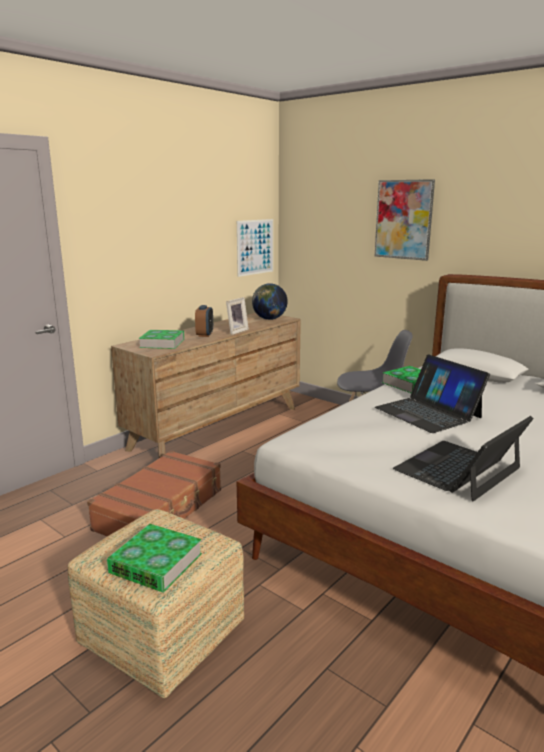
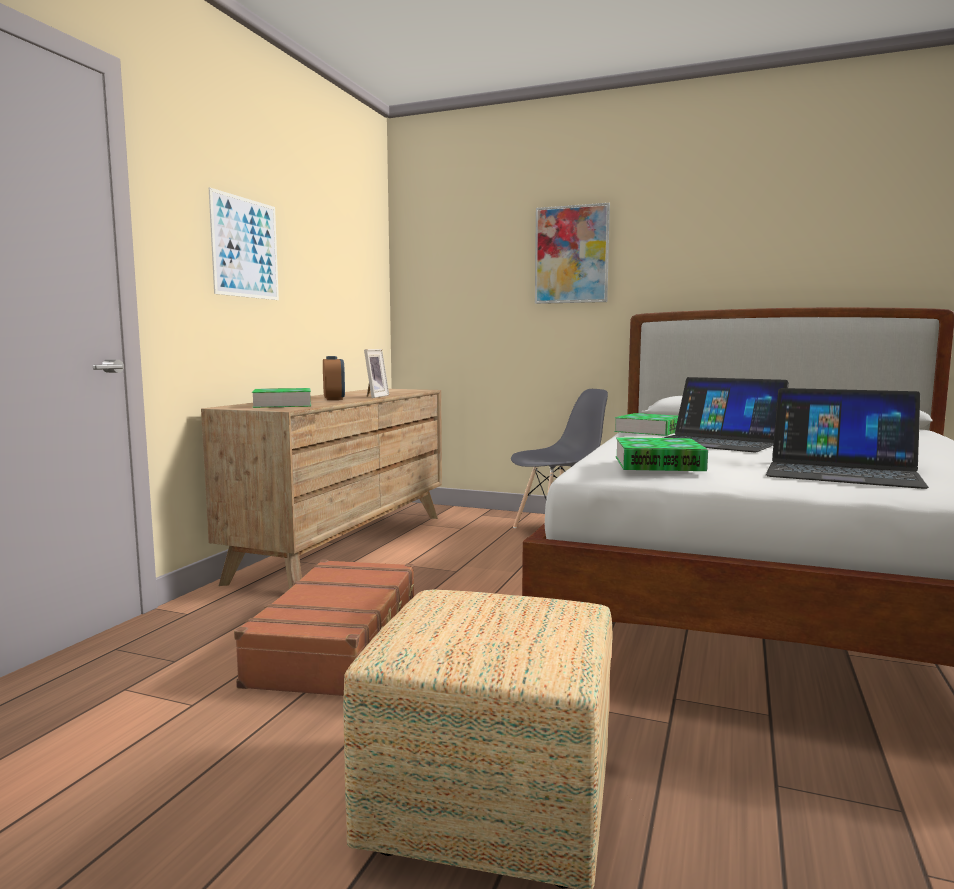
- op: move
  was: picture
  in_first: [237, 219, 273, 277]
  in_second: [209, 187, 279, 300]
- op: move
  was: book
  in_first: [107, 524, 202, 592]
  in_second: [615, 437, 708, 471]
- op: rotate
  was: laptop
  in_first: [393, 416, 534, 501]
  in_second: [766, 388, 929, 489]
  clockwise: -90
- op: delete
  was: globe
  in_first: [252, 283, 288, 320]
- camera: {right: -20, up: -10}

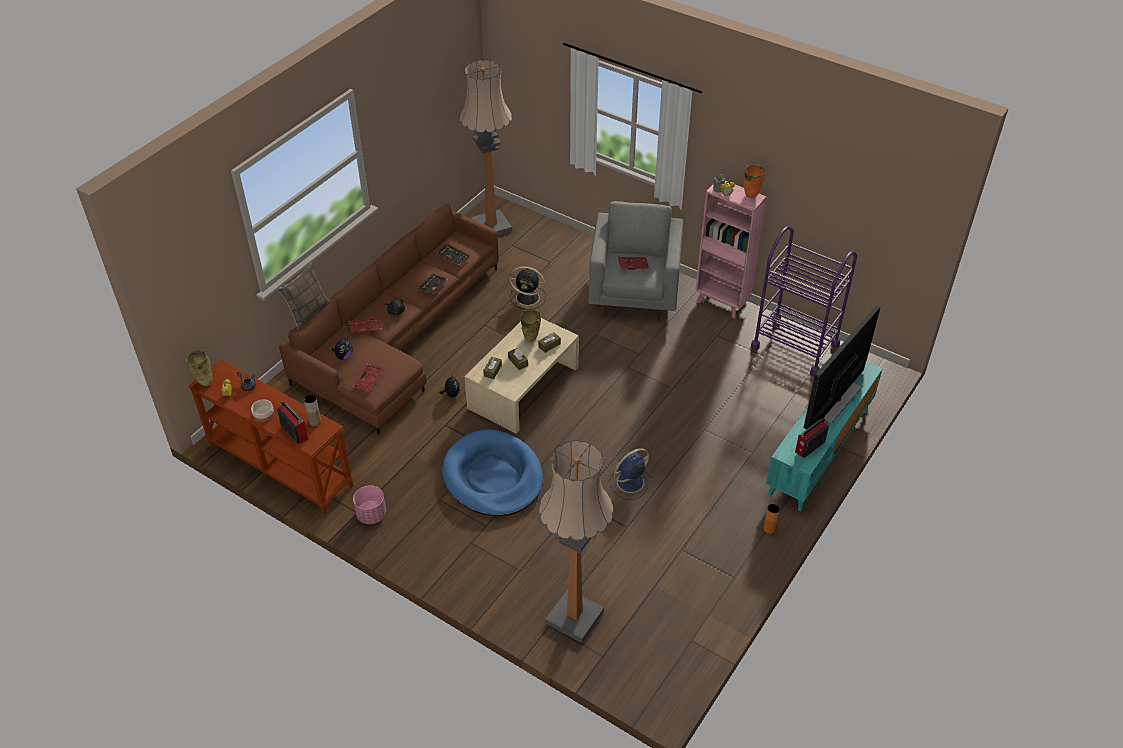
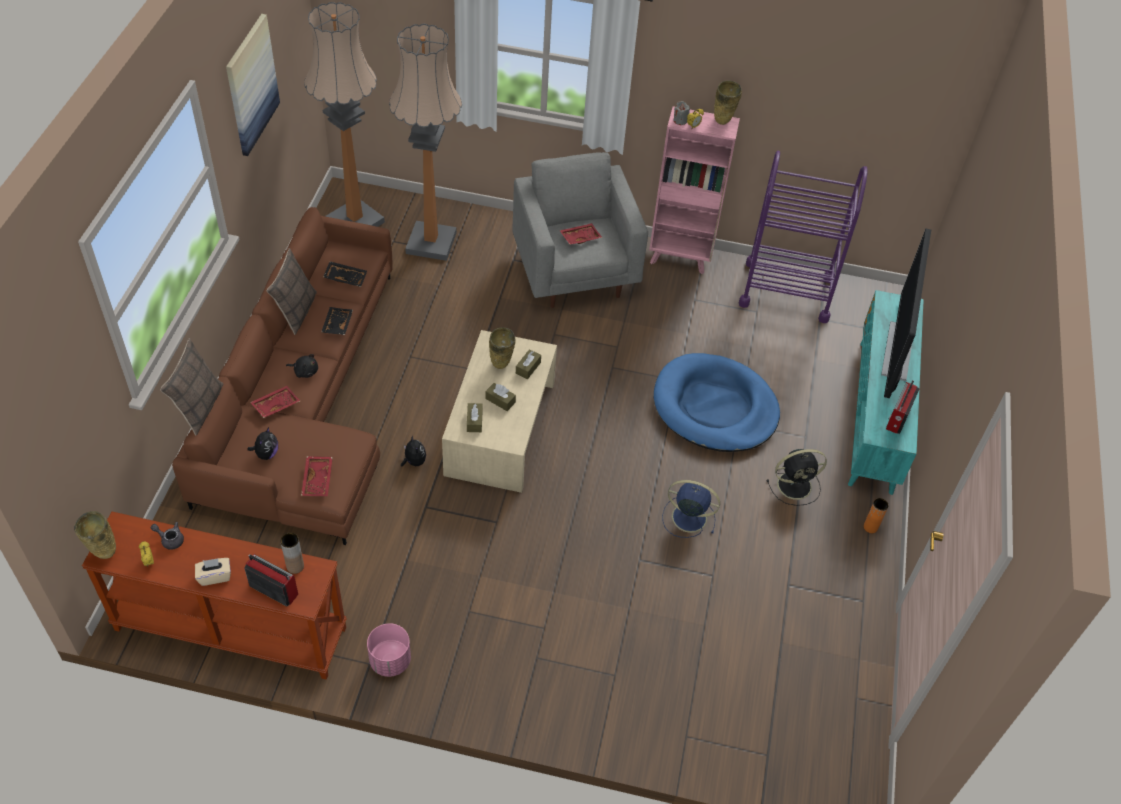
- op: replace
  was: bowl
  now: tissue box in beige
  in_first: [251, 400, 274, 422]
  in_second: [195, 558, 231, 586]
- op: insert
  now: picture
  in_second: [226, 14, 280, 156]
- op: insert
  now: pillow
  in_second: [267, 248, 317, 335]
- op: move
  was: floor lamp
  in_first: [539, 440, 614, 643]
  in_second: [389, 24, 462, 261]
- op: move
  was: dog bed in blue
  in_first: [442, 429, 543, 516]
  in_second: [654, 353, 780, 452]
- op: rotate
  was: fan in blue
  in_first: [609, 448, 652, 500]
  in_second: [662, 480, 720, 538]
  clockwise: 75
- op: recolor
  was: vase in orange
  now: vase in beige
  in_first: [744, 164, 765, 198]
  in_second: [714, 81, 742, 125]
- op: move
  was: fan in black
  in_first: [510, 266, 546, 310]
  in_second: [766, 449, 827, 506]
- camera: {right: -25, up: 5}

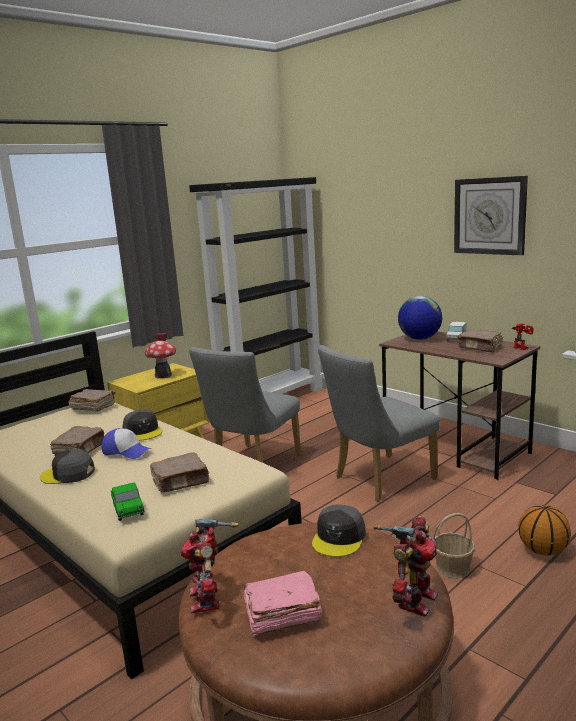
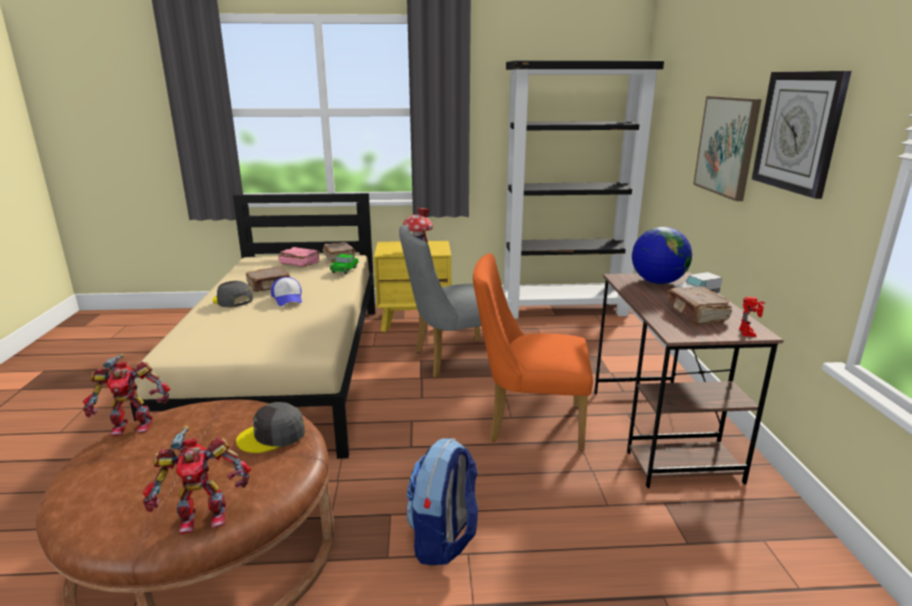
- op: rotate
  was: toy robot
  in_first: [181, 519, 239, 613]
  in_second: [83, 353, 170, 436]
  clockwise: -135
- op: move
  was: book in pink
  in_first: [243, 571, 322, 636]
  in_second: [278, 247, 320, 267]
- op: move
  was: toy car
  in_first: [111, 483, 144, 521]
  in_second: [330, 254, 359, 274]
- op: replace
  was: basket
  now: backpack
  in_first: [433, 513, 475, 578]
  in_second: [406, 438, 478, 565]
- op: recolor
  was: chair in grey
  now: chair in orange
  in_first: [318, 345, 440, 501]
  in_second: [473, 253, 593, 451]
- op: insert
  now: picture
  in_second: [693, 96, 762, 201]
- op: delete
  was: cap in grey
  in_first: [122, 409, 162, 441]
- op: delete
  was: book in brown
  in_first: [150, 452, 209, 493]
- op: delete
  was: basketball
  in_first: [518, 505, 571, 556]
- camera: {right: 40, up: 5}

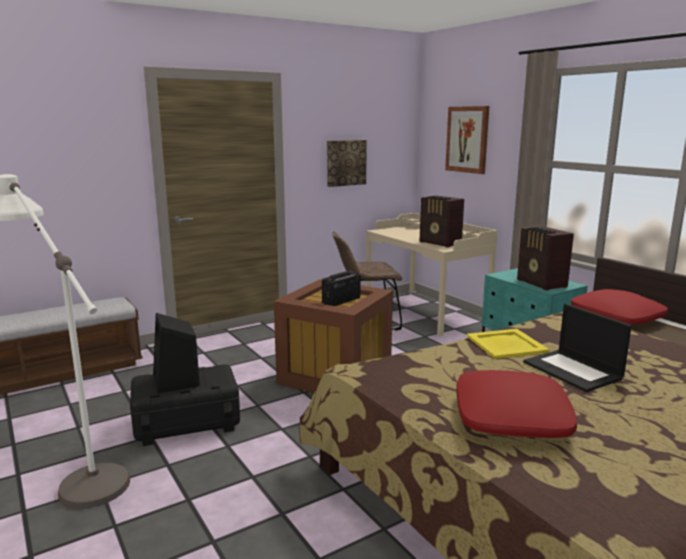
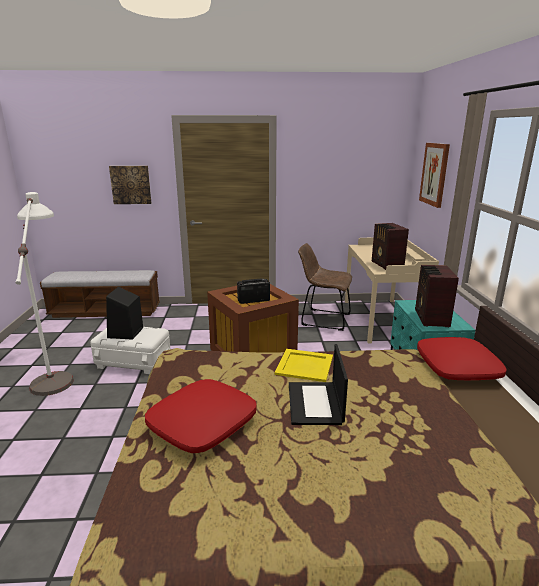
- op: recolor
  was: storage box in black
  now: storage box in white
  in_first: [130, 364, 240, 446]
  in_second: [90, 327, 170, 374]
- op: move
  was: picture
  in_first: [327, 140, 367, 187]
  in_second: [109, 166, 151, 204]
- camera: {right: 30, up: 5}

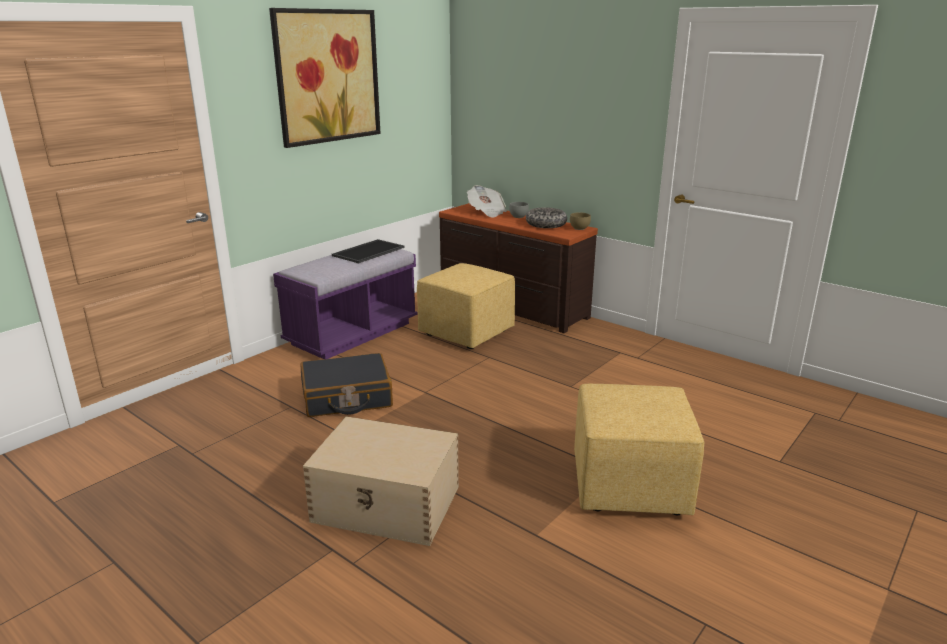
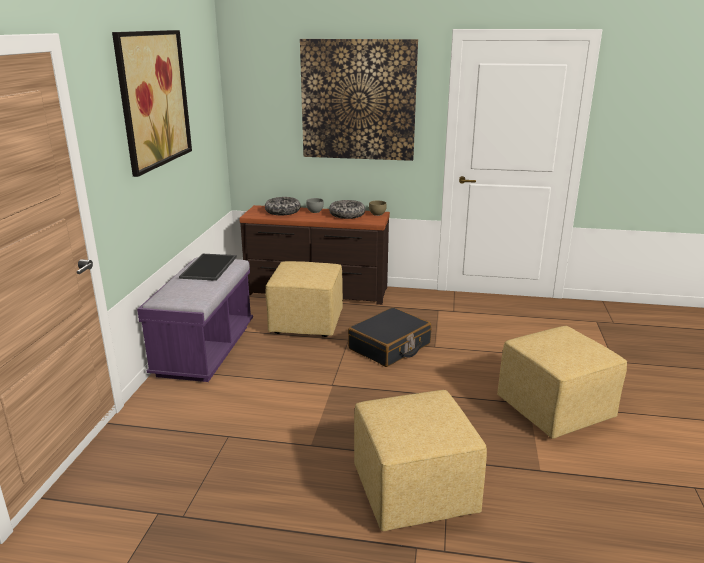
- op: replace
  was: newspaper
  now: bowl
  in_first: [467, 185, 507, 218]
  in_second: [265, 197, 301, 215]
- op: insert
  now: picture
  in_second: [300, 39, 418, 161]
- op: move
  was: suitcase in black
  in_first: [301, 353, 393, 417]
  in_second: [348, 307, 431, 367]
- op: replace
  was: storage box in beige
  now: ottoman in yellow
  in_first: [303, 416, 459, 546]
  in_second: [354, 390, 487, 531]
- camera: {right: -30, up: 0}

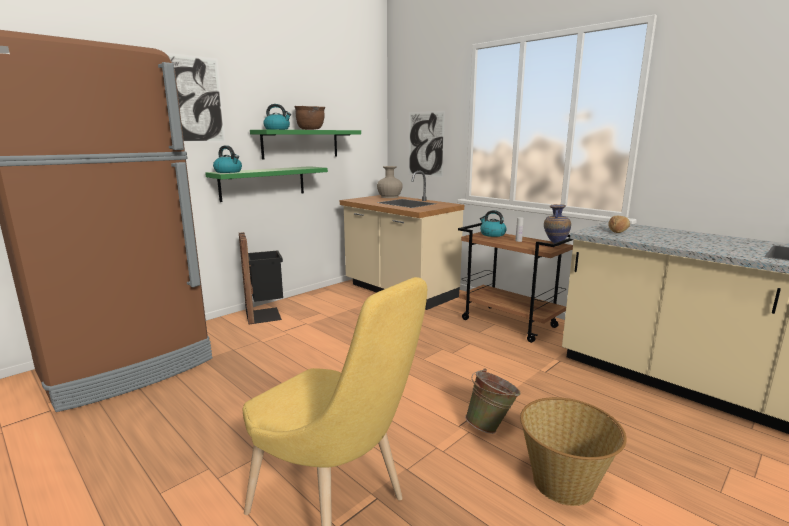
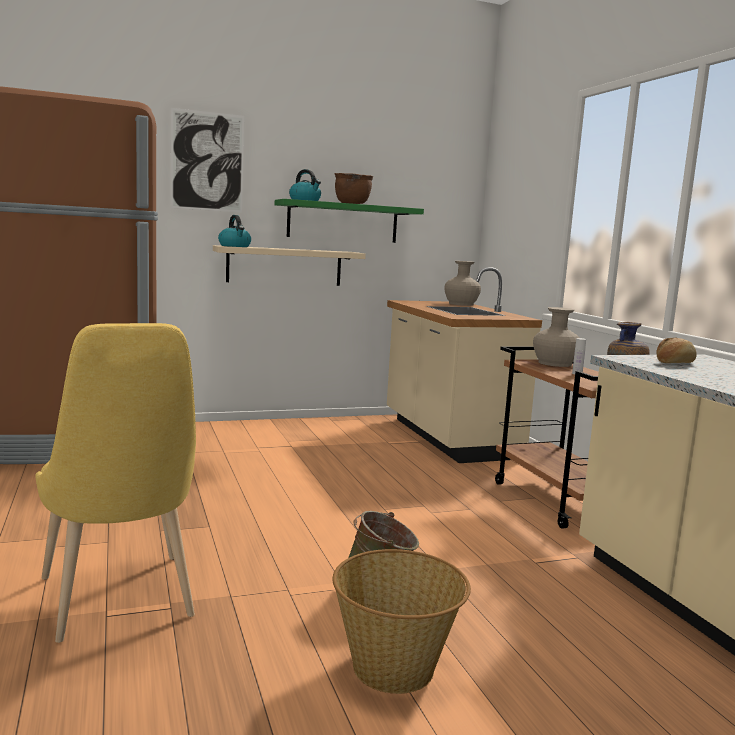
- op: recolor
  was: shelf in green
  now: shelf in beige
  in_first: [205, 166, 328, 202]
  in_second: [213, 245, 366, 286]
- op: replace
  was: kettle
  now: vase in beige
  in_first: [480, 210, 507, 237]
  in_second: [533, 307, 579, 367]
- op: delete
  was: trash can in black
  in_first: [239, 232, 283, 324]
- op: delete
  was: picture
  in_first: [408, 111, 445, 177]
- camera: {right: 25, up: -5}

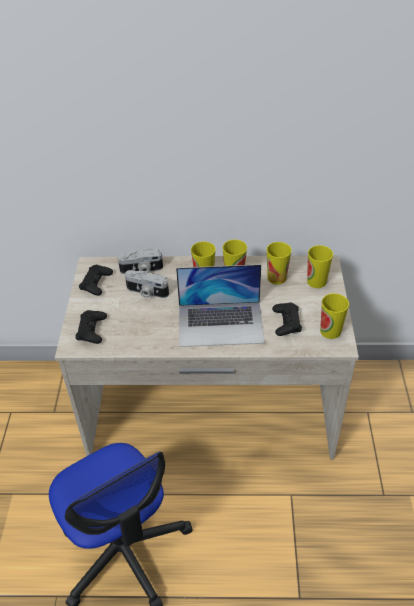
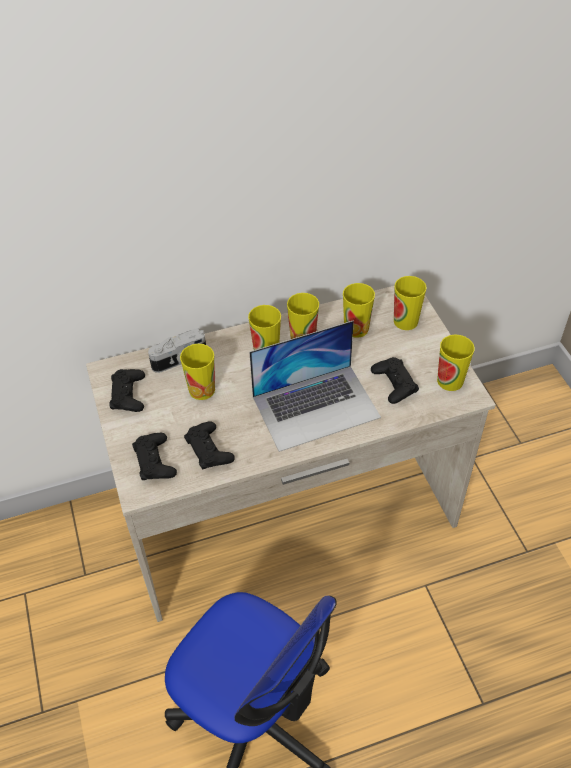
- op: replace
  was: photo camera
  now: cup
  in_first: [125, 270, 169, 298]
  in_second: [180, 344, 215, 400]
- op: insert
  now: game controller in black
  in_second: [184, 421, 235, 470]
- camera: {right: -20, up: 5}

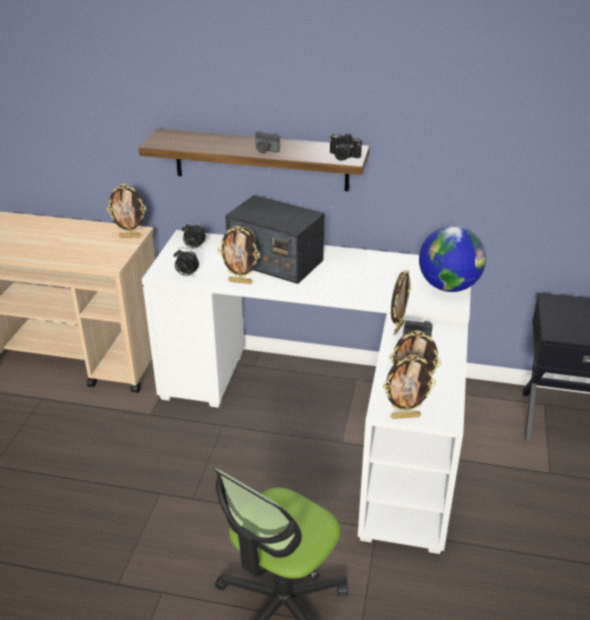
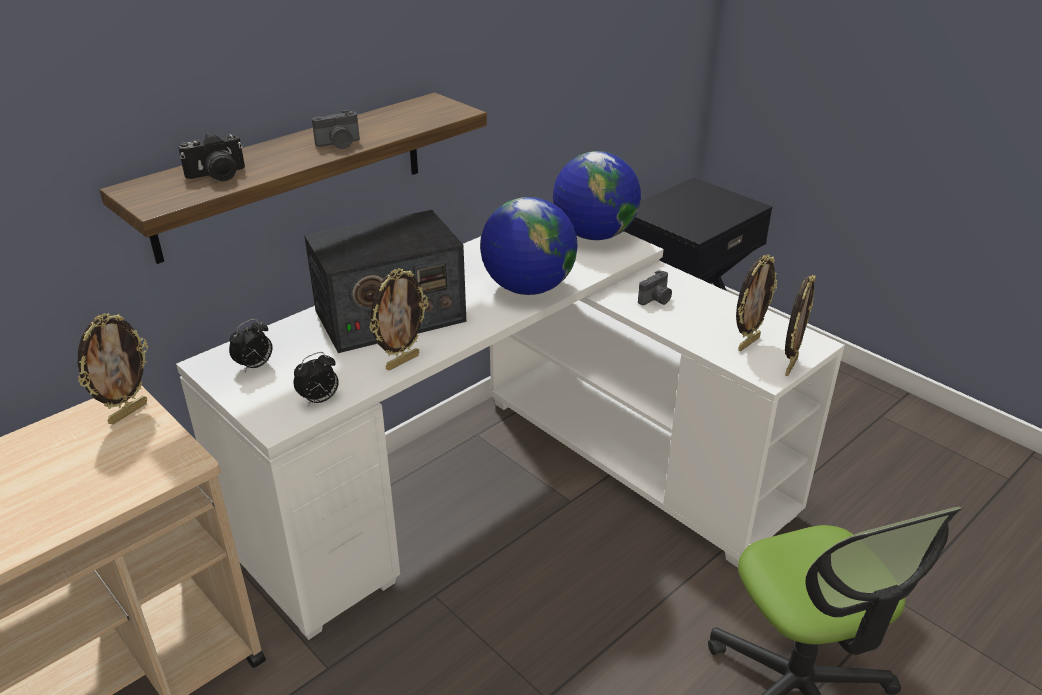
- op: move
  was: photo camera
  in_first: [329, 133, 362, 161]
  in_second: [178, 132, 245, 181]
- op: insert
  now: globe
  in_second: [480, 197, 578, 295]
- op: delete
  was: picture frame
  in_first: [391, 270, 411, 335]
- camera: {right: -55, up: 0}

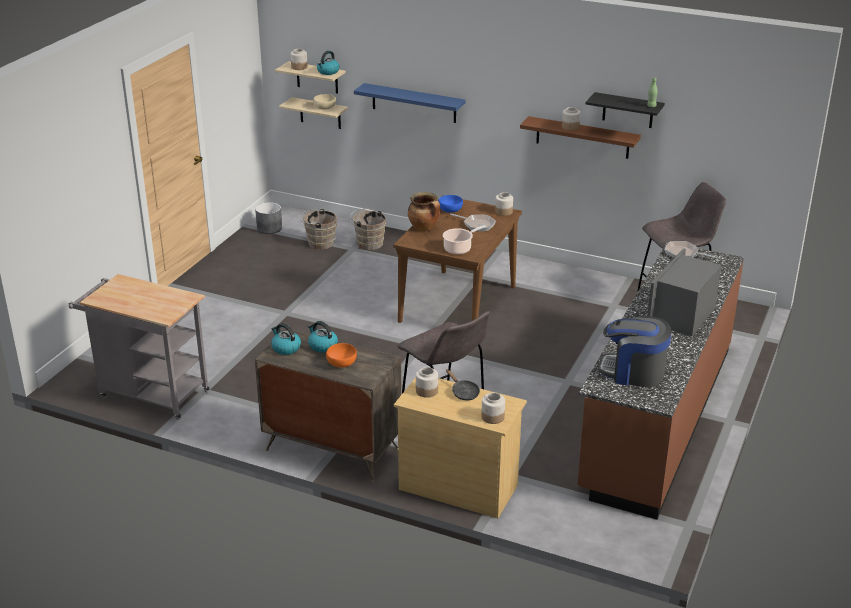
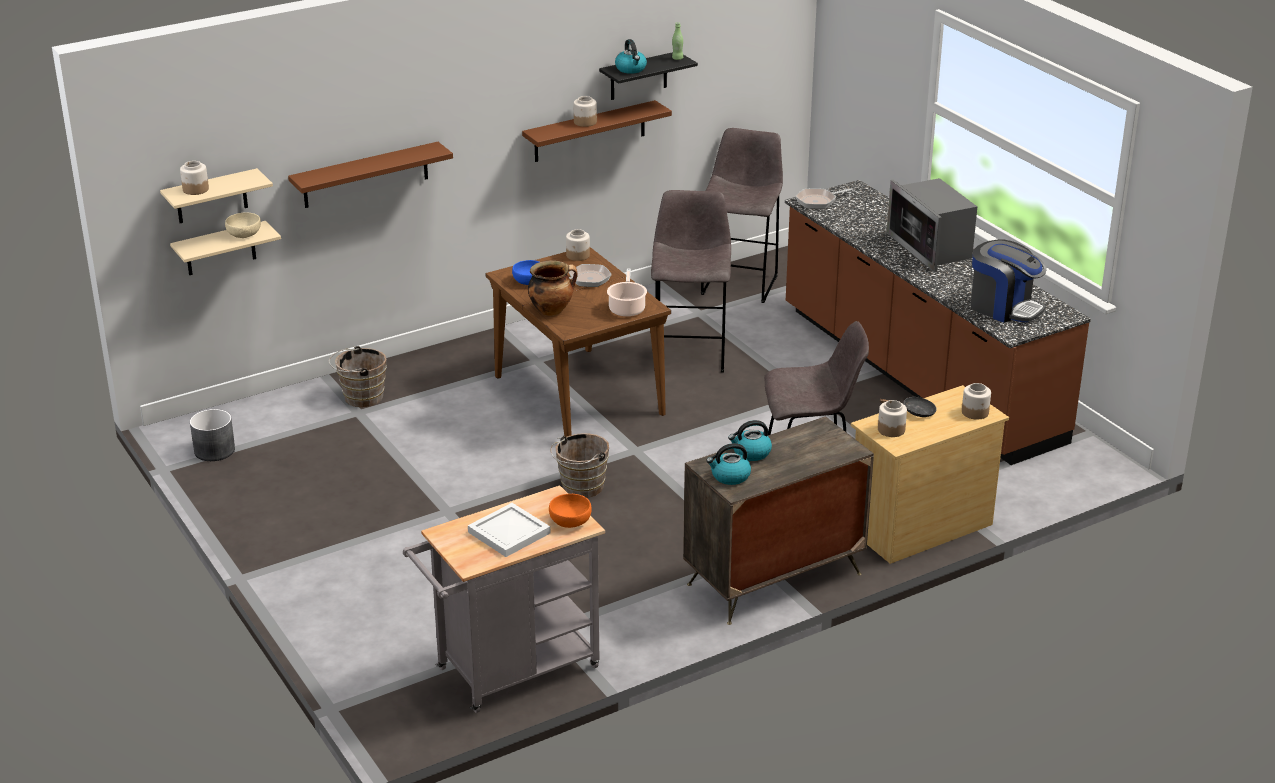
- op: recolor
  was: shelf in blue
  now: shelf in brown
  in_first: [354, 83, 465, 123]
  in_second: [288, 142, 453, 208]
- op: insert
  now: tray in white
  in_second: [468, 503, 550, 557]
- op: move
  was: bowl in orange
  in_first: [326, 343, 357, 368]
  in_second: [549, 494, 592, 528]
- op: move
  was: bucket in brown
  in_first: [299, 209, 337, 250]
  in_second: [551, 433, 609, 498]
- op: move
  was: kettle
  in_first: [317, 51, 339, 75]
  in_second: [615, 39, 647, 74]
- op: insert
  now: stool in grey
  in_second: [651, 190, 731, 373]
- op: rotate
  was: coffee machine
  in_first: [598, 316, 672, 387]
  in_second: [971, 239, 1047, 323]
  clockwise: -105
- camera: {right: -55, up: 0}

